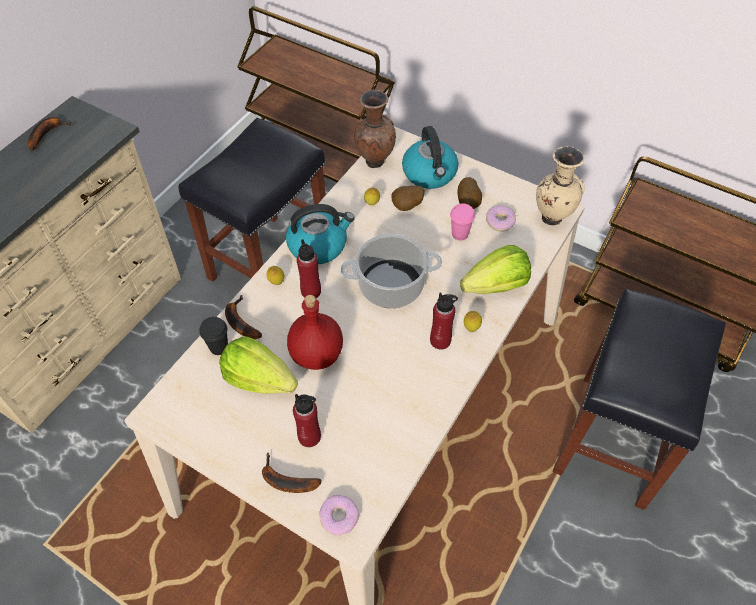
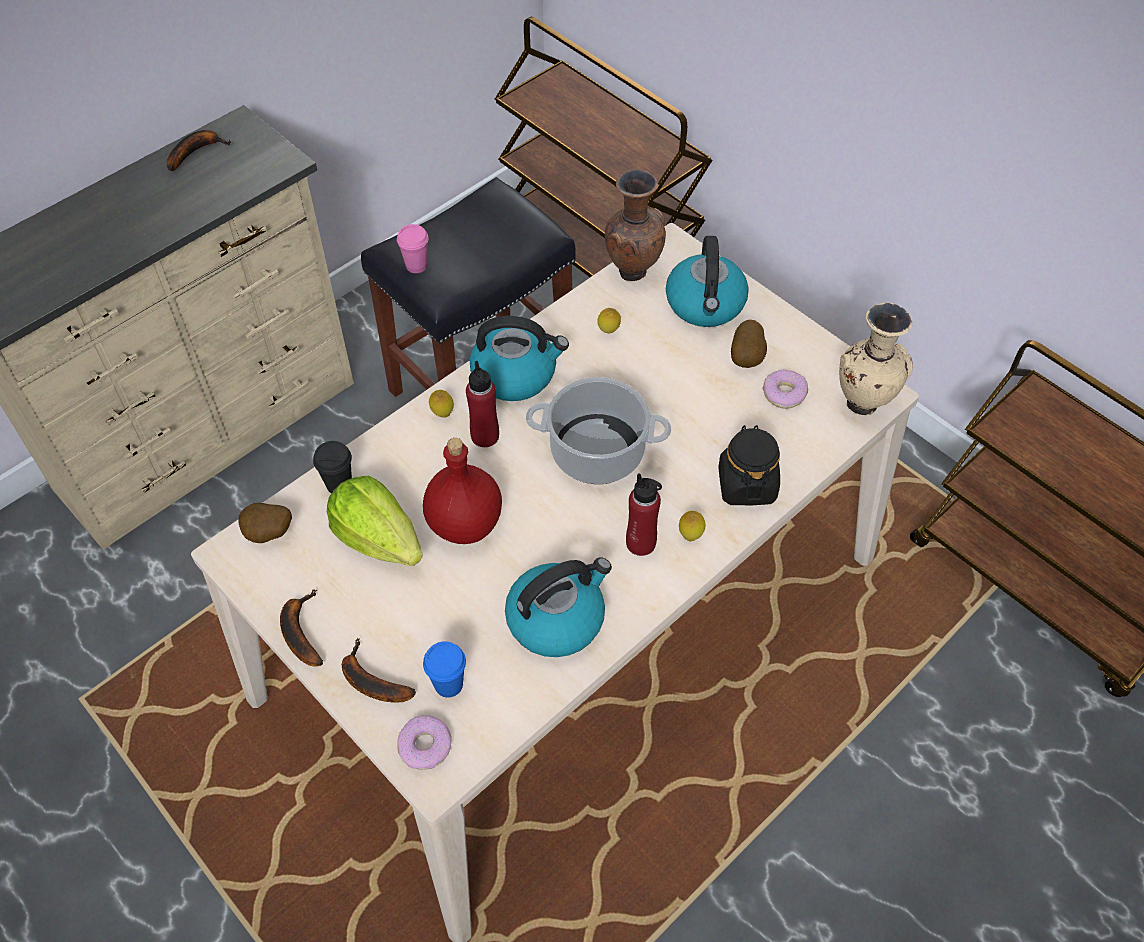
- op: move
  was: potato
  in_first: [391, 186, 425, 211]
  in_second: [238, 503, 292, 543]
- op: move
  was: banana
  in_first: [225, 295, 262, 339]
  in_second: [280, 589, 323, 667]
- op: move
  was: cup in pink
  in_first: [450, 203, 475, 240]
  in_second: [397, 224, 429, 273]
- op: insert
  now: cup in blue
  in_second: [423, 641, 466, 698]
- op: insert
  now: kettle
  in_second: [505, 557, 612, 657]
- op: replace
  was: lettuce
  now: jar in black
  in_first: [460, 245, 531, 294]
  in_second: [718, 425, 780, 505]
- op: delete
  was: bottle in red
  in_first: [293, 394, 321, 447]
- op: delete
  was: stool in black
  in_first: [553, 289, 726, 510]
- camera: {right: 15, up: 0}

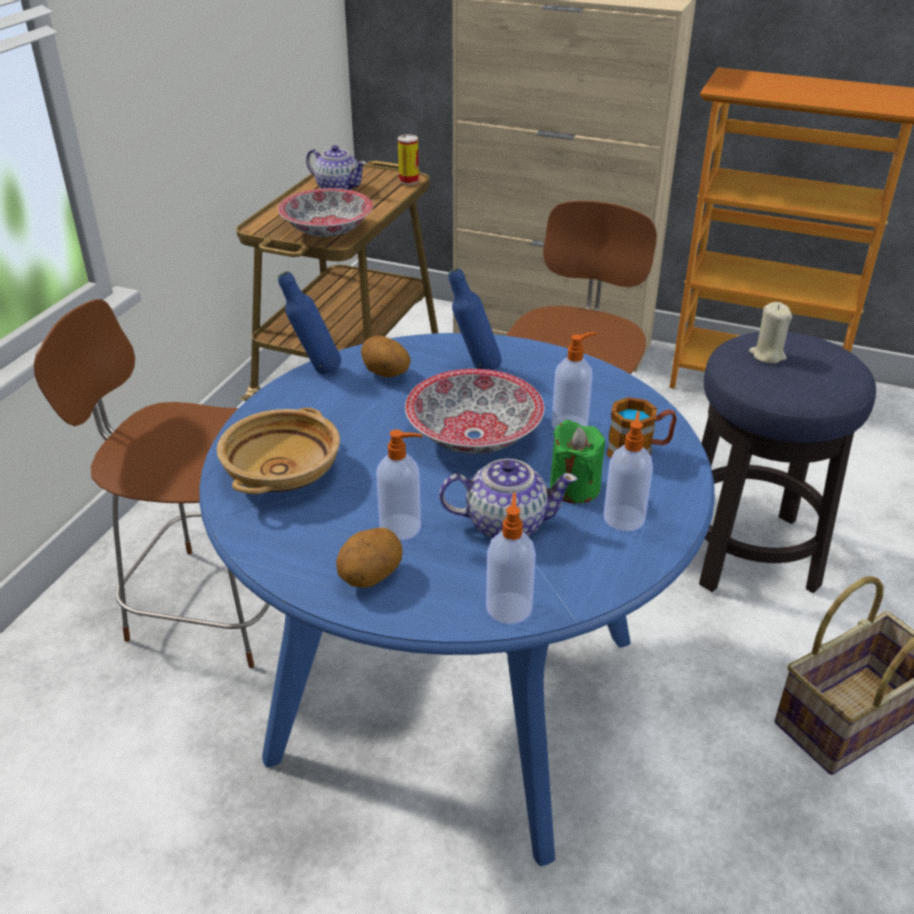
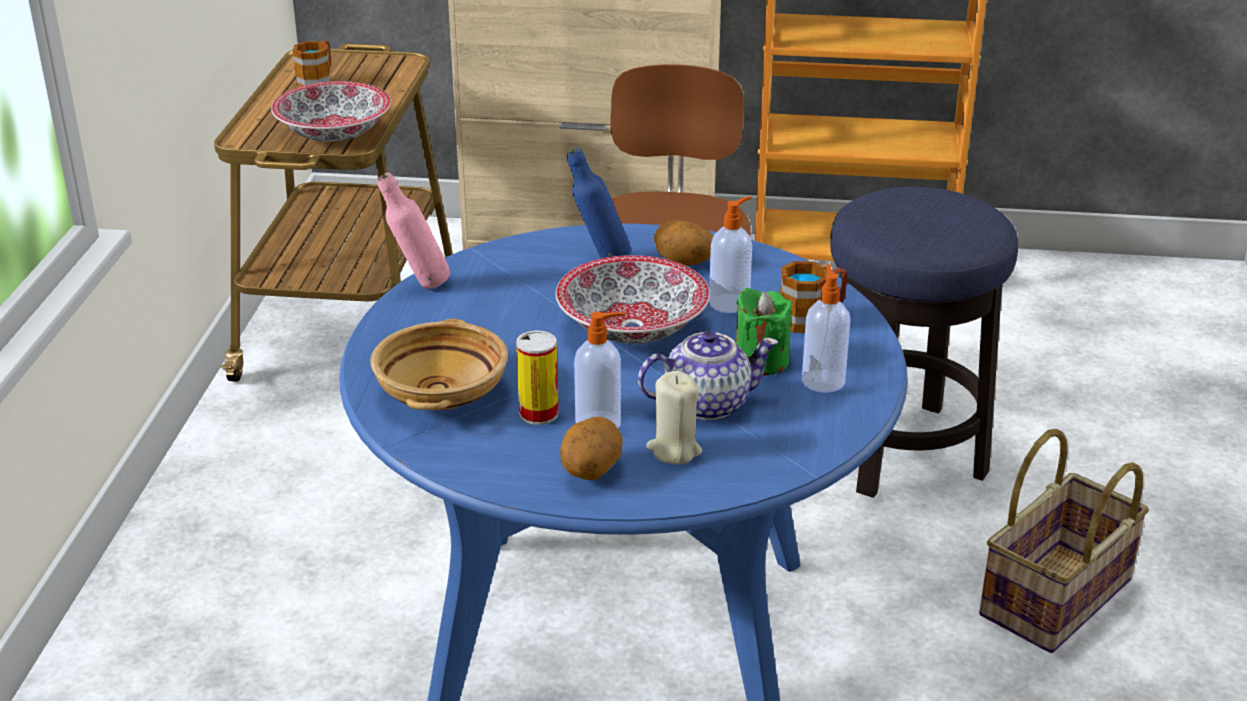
- op: replace
  was: teapot
  now: mug
  in_first: [306, 145, 367, 190]
  in_second: [293, 40, 332, 88]
- op: recolor
  was: bottle in blue
  now: bottle in pink
  in_first: [278, 271, 341, 374]
  in_second: [378, 173, 450, 289]
- op: move
  was: can
  in_first: [398, 135, 419, 185]
  in_second: [516, 331, 559, 425]
- op: move
  was: candle in beige
  in_first: [749, 302, 792, 364]
  in_second: [646, 371, 702, 464]
- op: move
  was: potato
  in_first: [361, 336, 411, 378]
  in_second: [654, 220, 714, 266]
- op: delete
  was: chair in brown
  in_first: [34, 299, 270, 668]
- op: delete
  was: soap dispenser
  in_first: [486, 492, 536, 624]
- camera: {right: -15, up: -5}

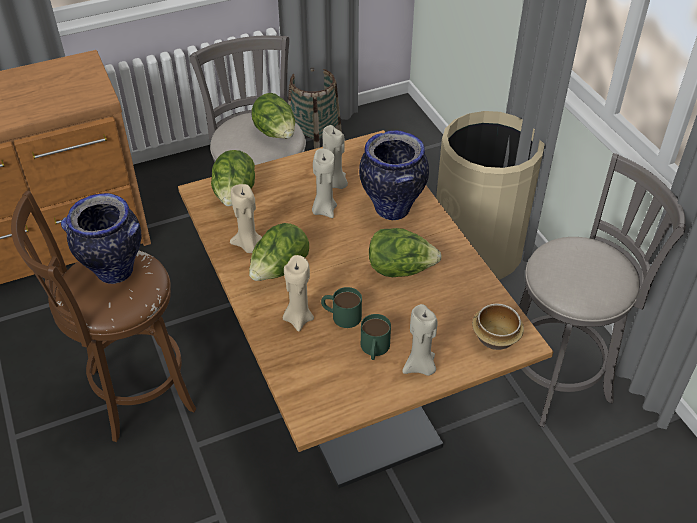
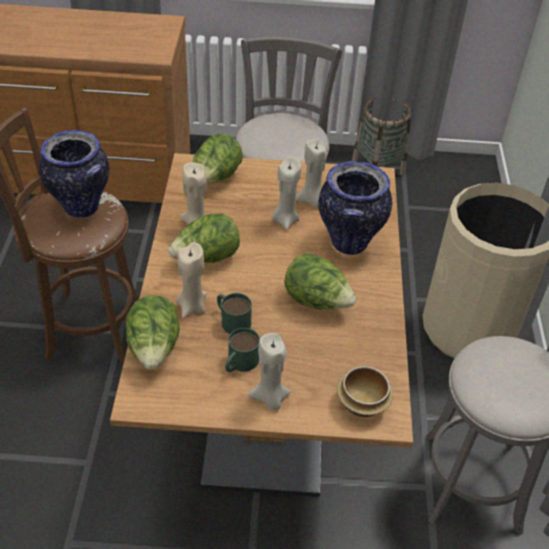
- op: move
  was: lettuce
  in_first: [252, 93, 295, 139]
  in_second: [125, 295, 180, 370]
- camera: {right: 25, up: 0}

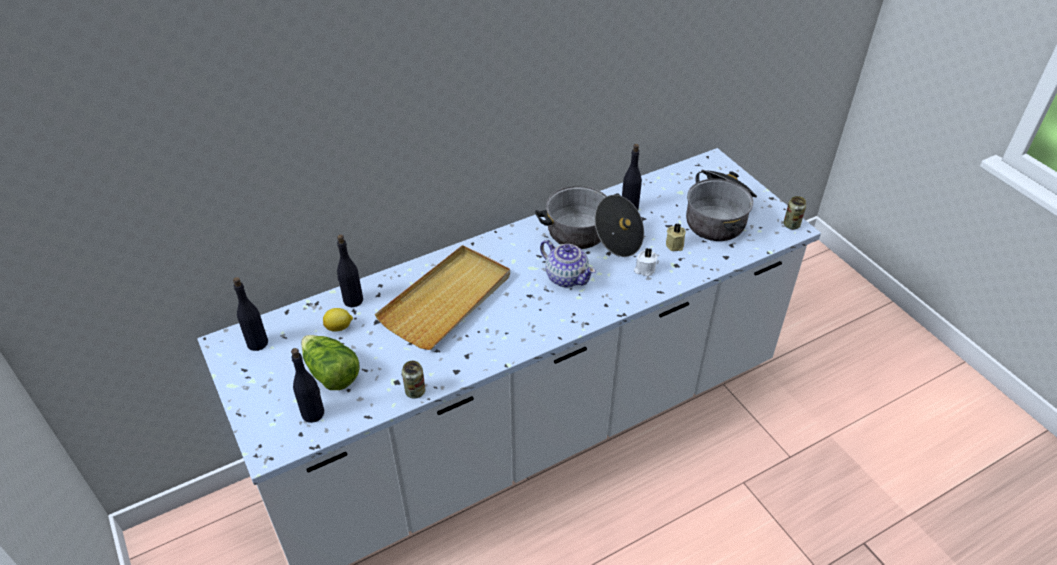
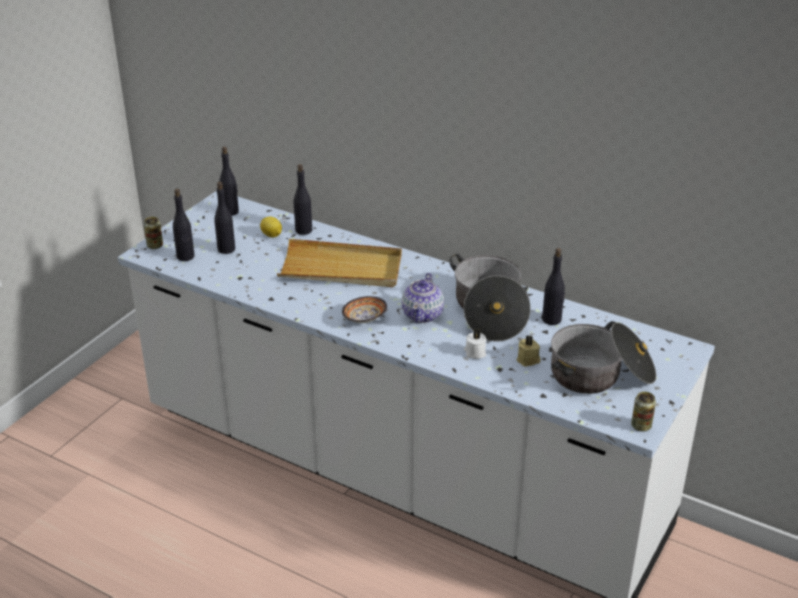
- op: move
  was: can
  in_first: [402, 361, 425, 399]
  in_second: [144, 217, 163, 249]
- op: replace
  was: lettuce
  now: bottle in black
  in_first: [301, 335, 360, 390]
  in_second: [214, 182, 235, 254]
- op: insert
  now: bowl
  in_second: [342, 296, 387, 323]
- camera: {right: 60, up: -10}

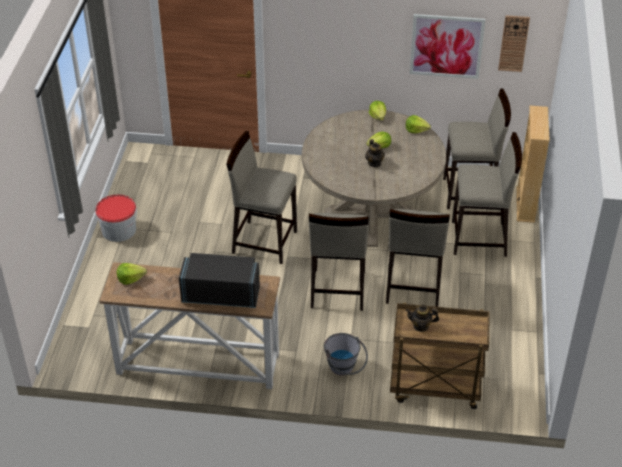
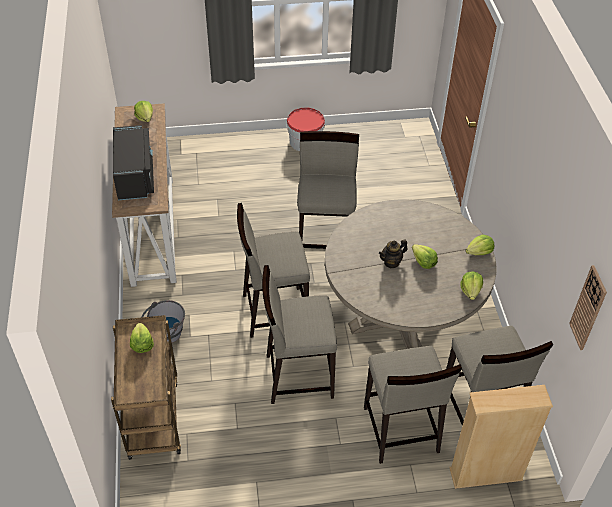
- op: replace
  was: teapot
  now: lettuce
  in_first: [406, 304, 439, 332]
  in_second: [130, 323, 154, 353]
- op: delete
  was: picture
  in_first: [410, 14, 485, 79]
- camera: {right: 75, up: 5}

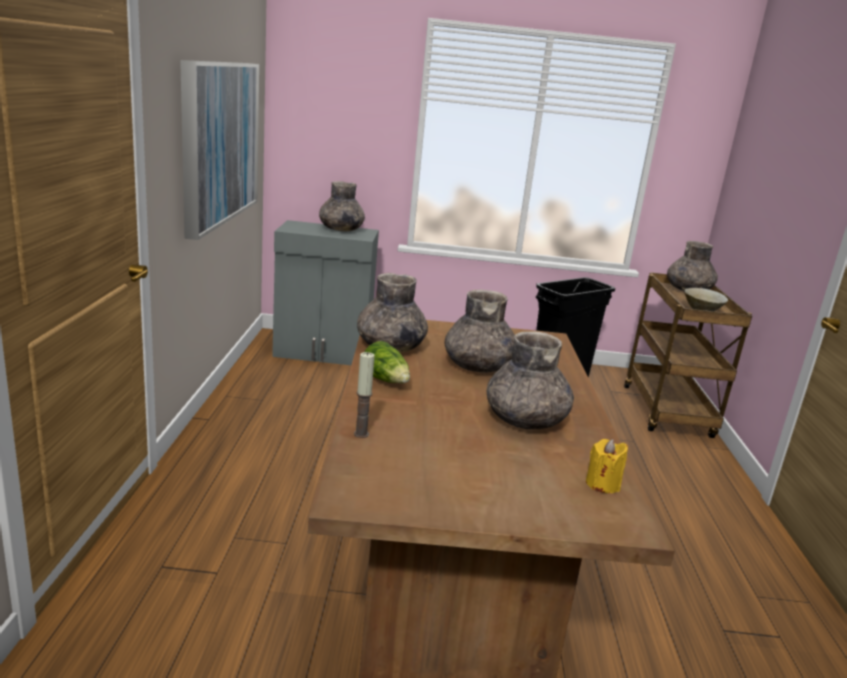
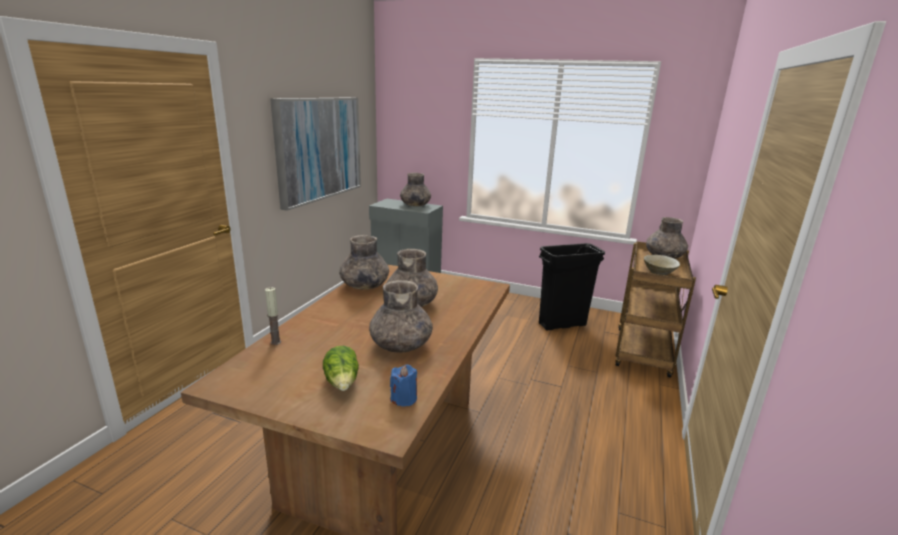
- op: move
  was: lettuce
  in_first: [365, 341, 410, 383]
  in_second: [323, 346, 359, 391]
- op: recolor
  was: candle in yellow
  now: candle in blue
  in_first: [586, 439, 628, 493]
  in_second: [390, 365, 417, 406]
- camera: {right: 20, up: 0}

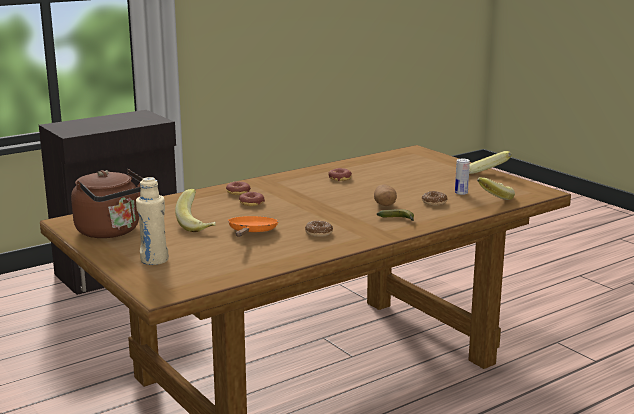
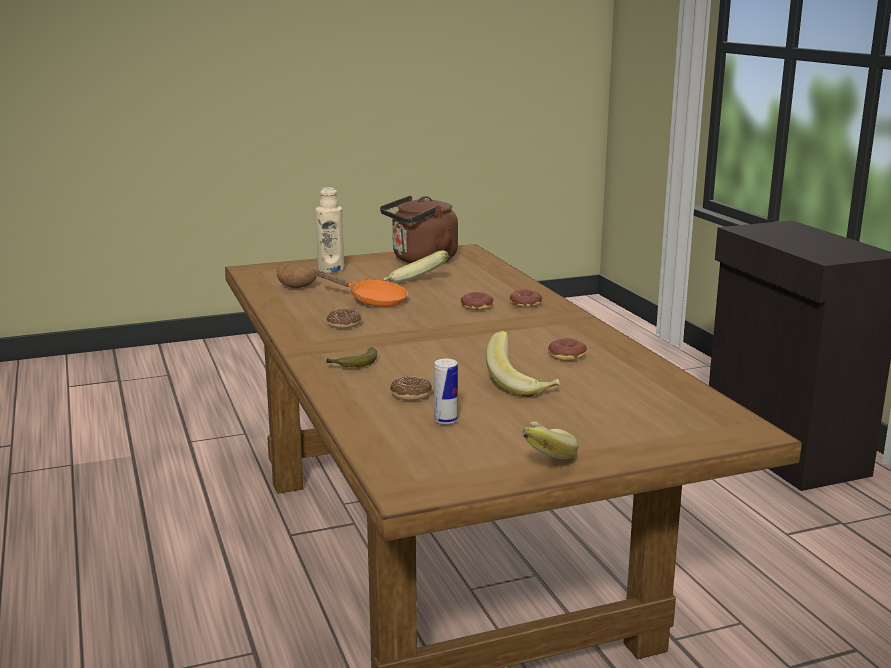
- op: move
  was: potato
  in_first: [374, 185, 397, 206]
  in_second: [277, 265, 317, 289]
- op: move
  was: banana
  in_first: [477, 177, 515, 200]
  in_second: [486, 331, 560, 397]
- camera: {right: 105, up: 0}

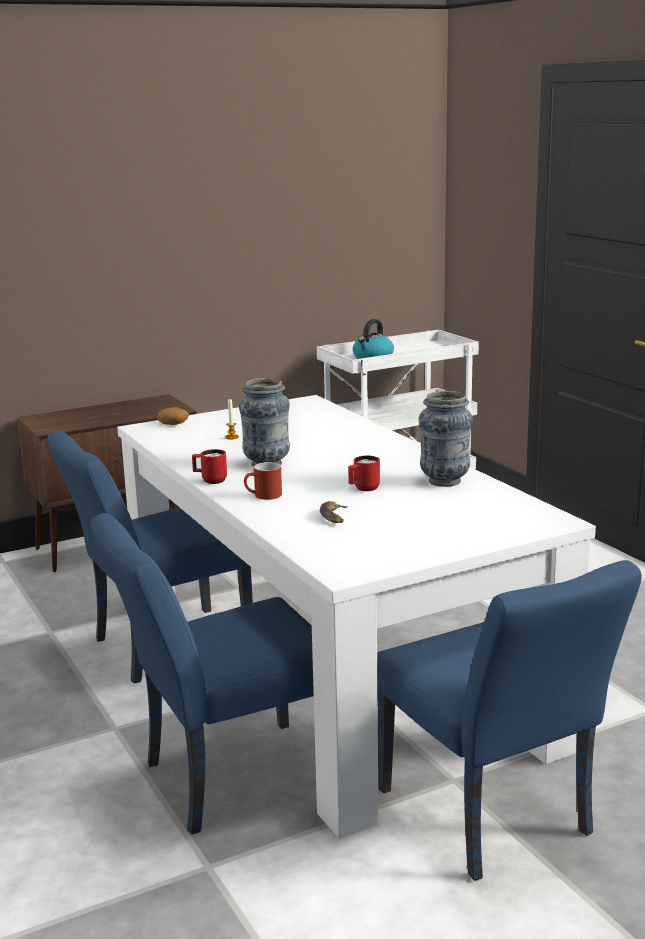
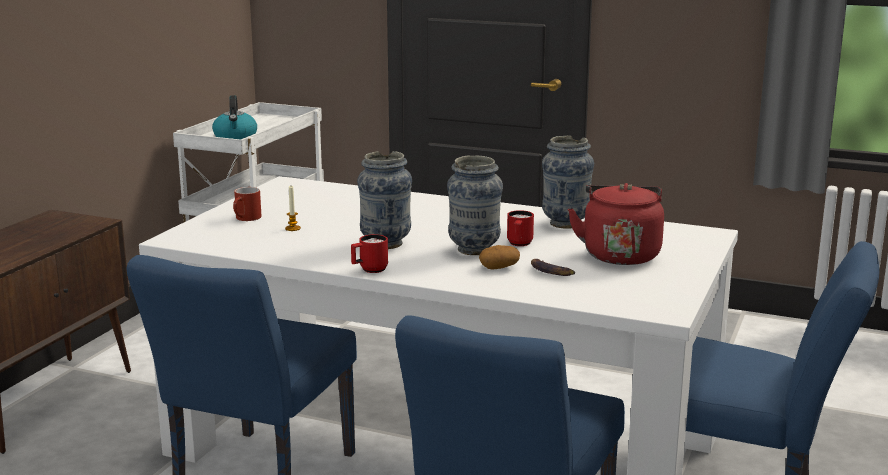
- op: move
  was: mug in red
  in_first: [244, 462, 282, 500]
  in_second: [233, 187, 261, 221]
- op: insert
  now: vase
  in_second: [447, 155, 503, 255]
- op: move
  was: potato
  in_first: [158, 407, 189, 425]
  in_second: [479, 245, 520, 270]
- op: insert
  now: kettle in red
  in_second: [568, 183, 664, 265]
- camera: {right: -40, up: 0}

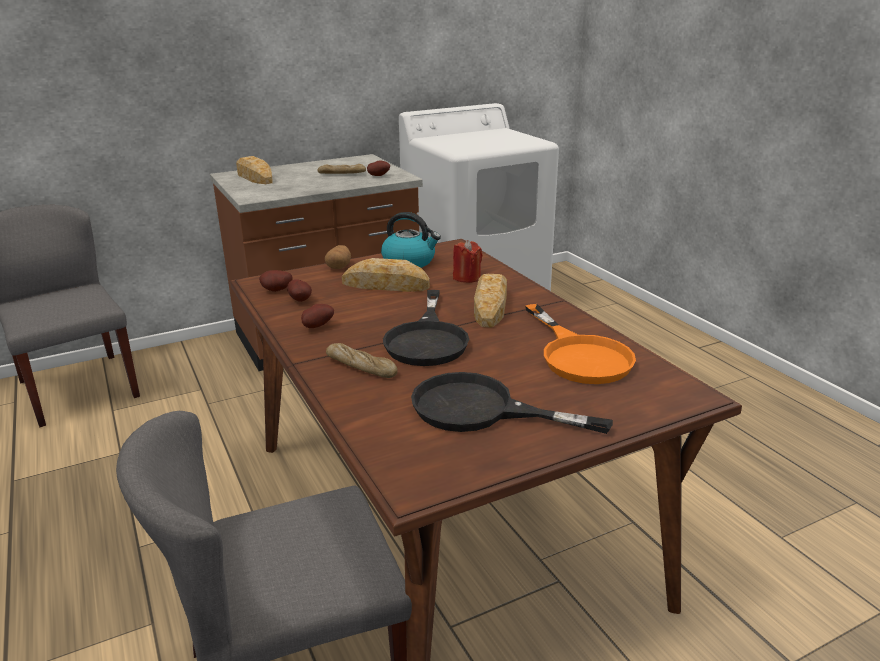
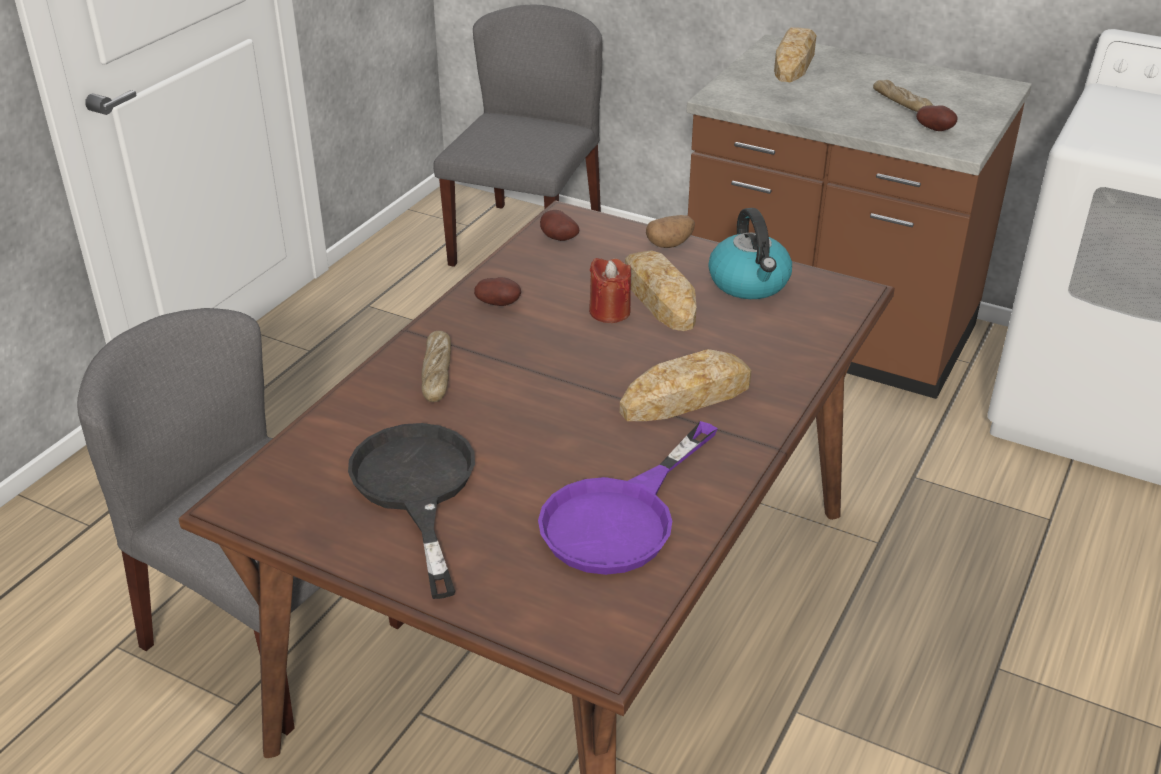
- op: recolor
  was: frying pan in orange
  now: frying pan in purple
  in_first: [525, 304, 636, 384]
  in_second: [538, 421, 718, 575]
- op: move
  was: candle in red
  in_first: [453, 240, 483, 283]
  in_second: [589, 258, 631, 323]
- op: delete
  was: potato
  in_first: [287, 279, 312, 302]
- op: delete
  was: frying pan in black
  in_first: [383, 290, 469, 366]
- camera: {right: 55, up: 10}

